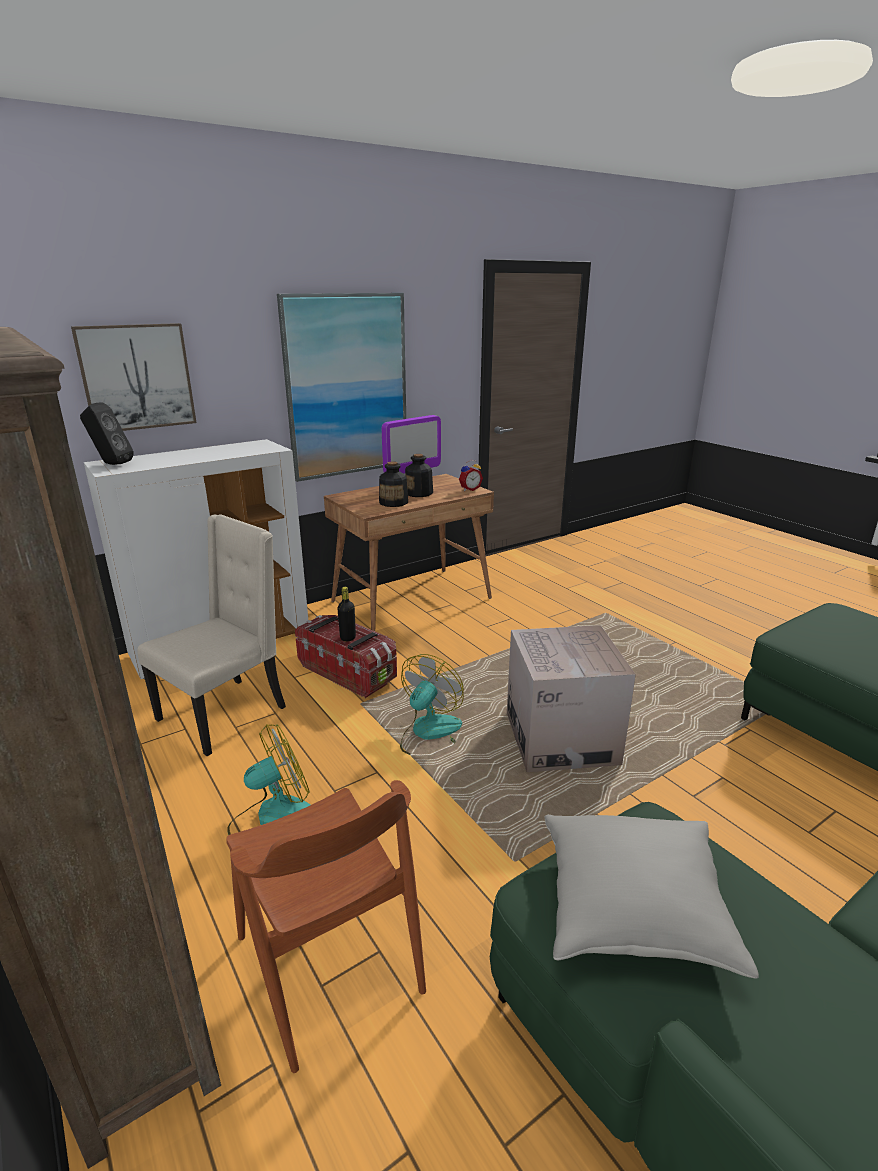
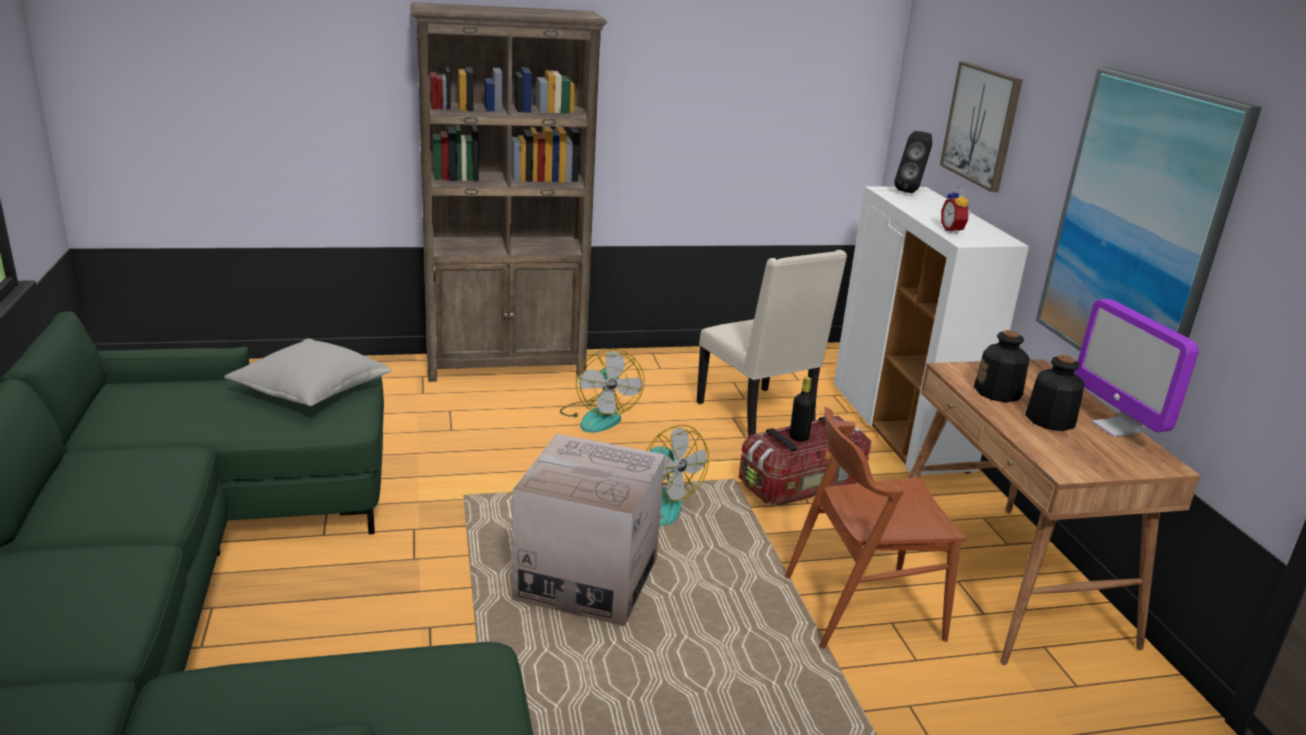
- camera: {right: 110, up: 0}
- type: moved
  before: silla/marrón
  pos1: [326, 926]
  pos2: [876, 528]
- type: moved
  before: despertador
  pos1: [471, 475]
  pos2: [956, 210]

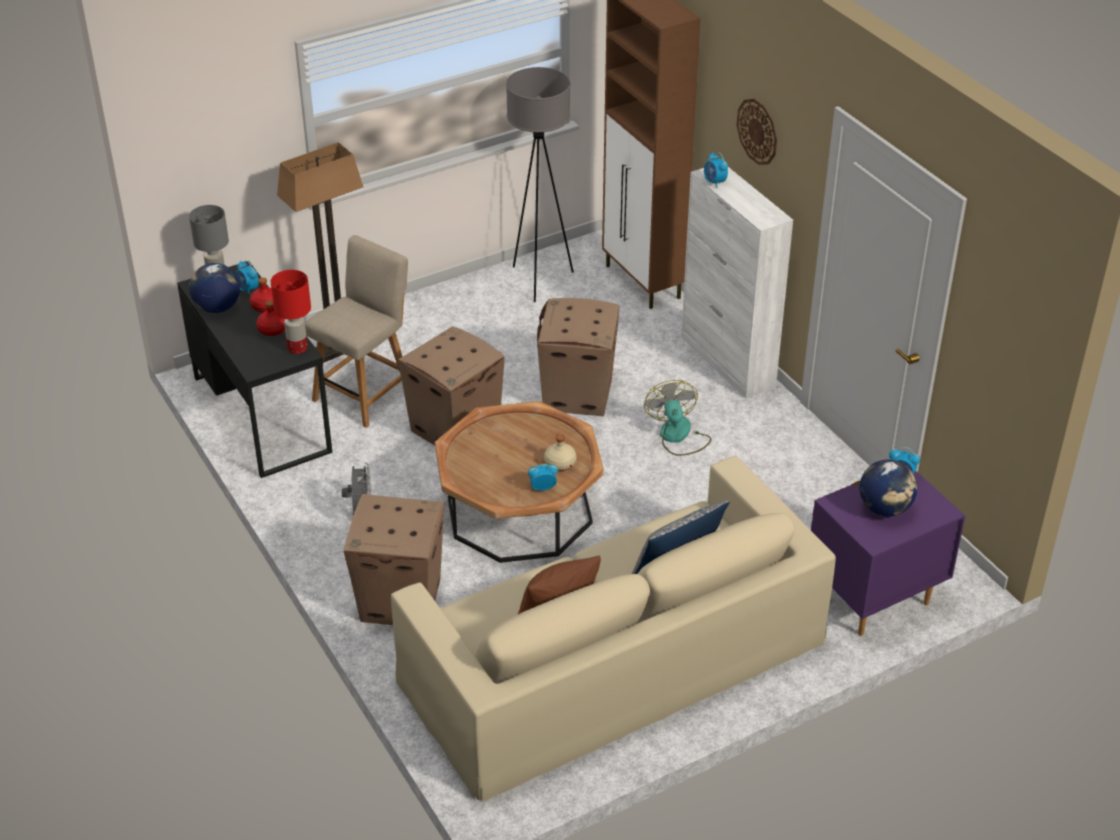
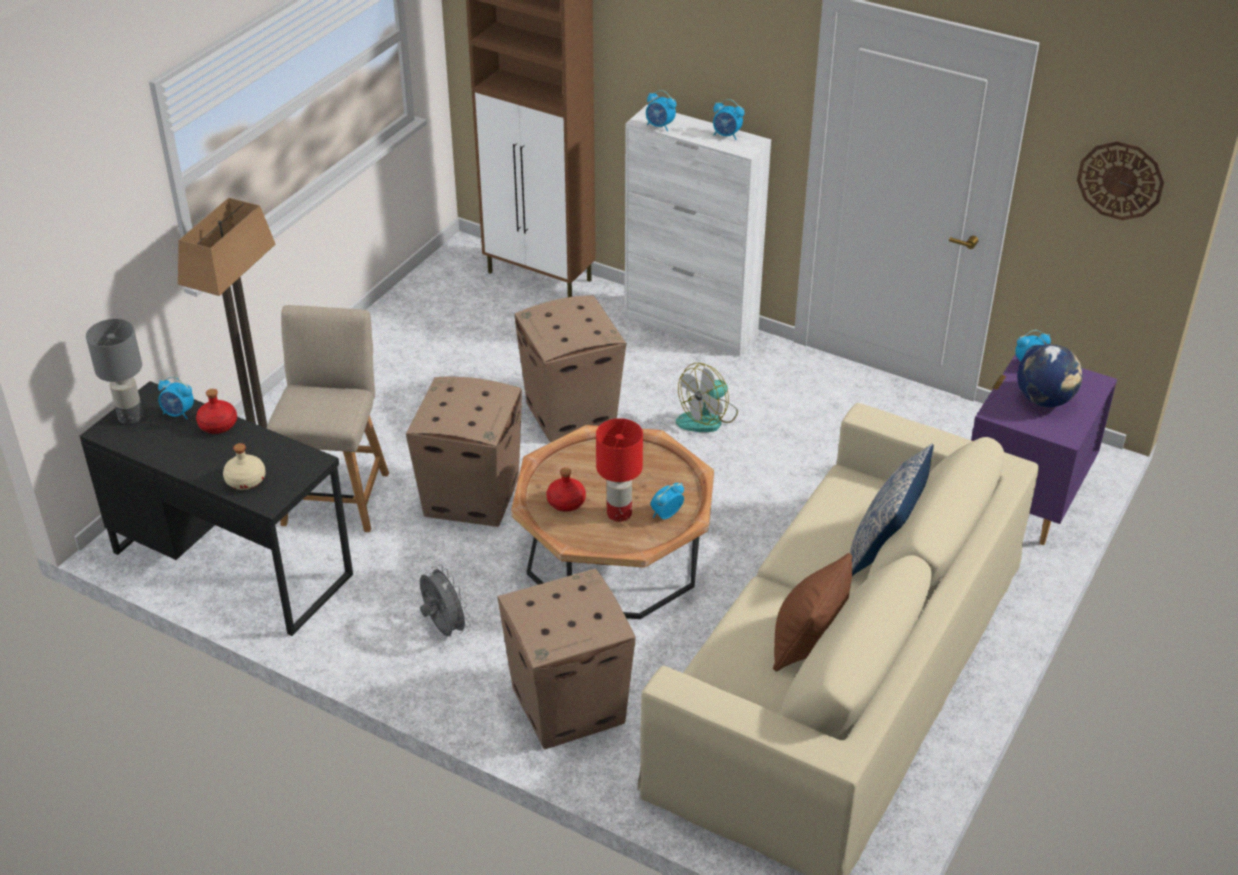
- camera: {right: -30, up: 0}
- type: moved
  before: botella/beis
  pos1: [560, 452]
  pos2: [244, 466]
- type: moved
  before: botella/rojo
  pos1: [270, 318]
  pos2: [566, 489]
- type: moved
  before: lámpara de mesa/rojo
  pos1: [291, 312]
  pos2: [619, 470]
- type: turned
  before: ventilador
  pos1: [677, 418]
  pos2: [707, 397]
  turn: -90
- type: added
  after: despertador
  pos2: [728, 119]
- type: moved
  before: reloj de pared
  pos1: [757, 132]
  pos2: [1120, 180]
- type: removed
  before: globo terráqueo
  pos1: [214, 288]
- type: removed
  before: lámpara de pie/gris
  pos1: [540, 184]

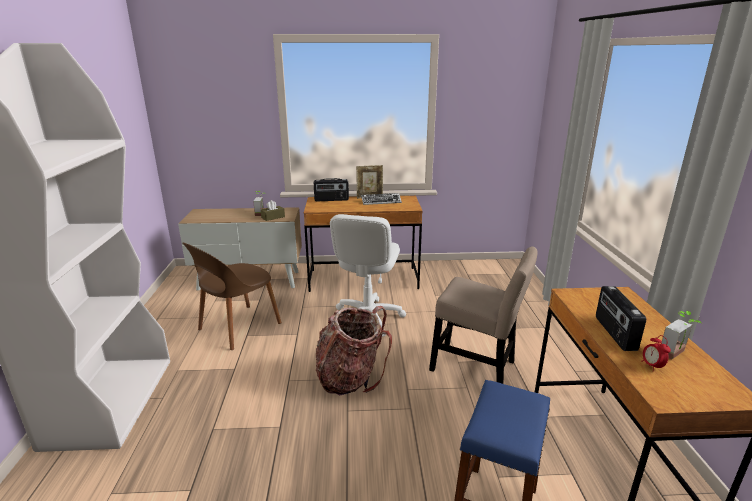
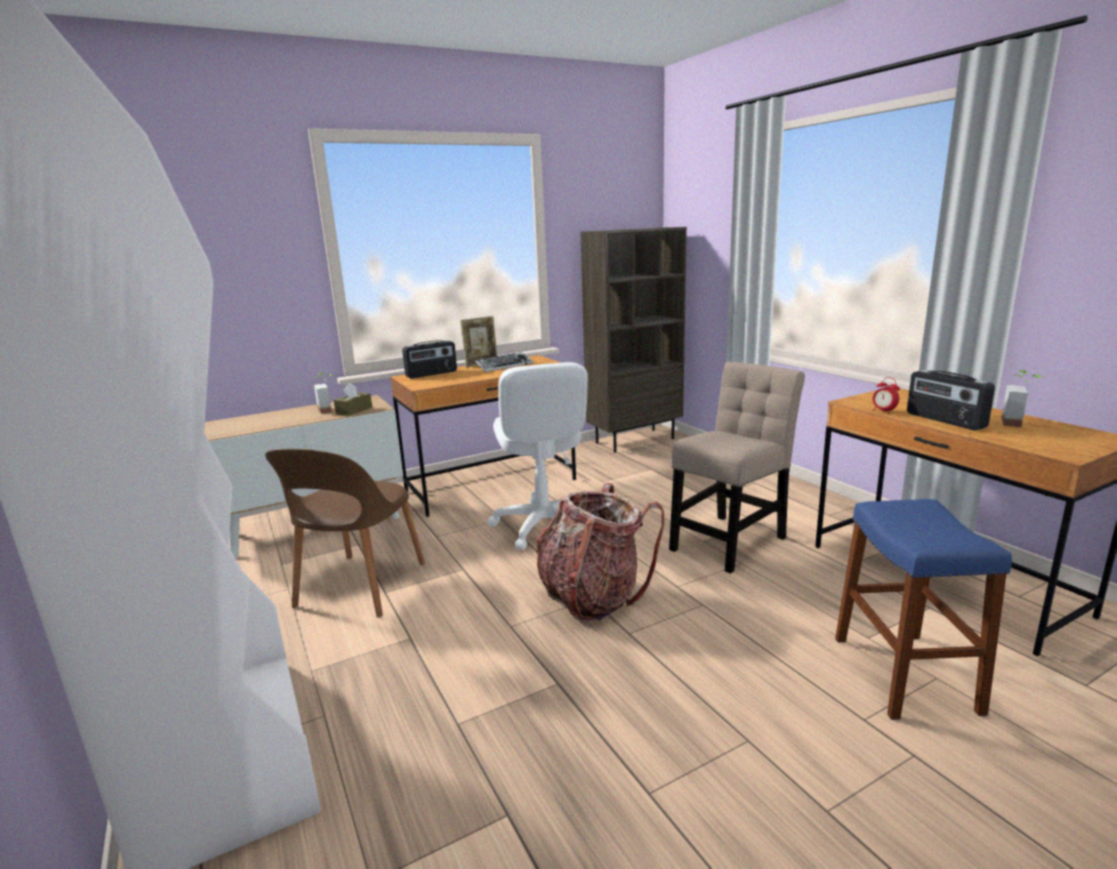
- camera: {right: -25, up: -5}
- type: added
  after: estantería/marrón
  pos2: [633, 340]
- type: turned
  before: silla/beis
  pos1: [483, 315]
  pos2: [737, 467]
  turn: -45
- type: moved
  before: despertador
  pos1: [657, 353]
  pos2: [886, 395]

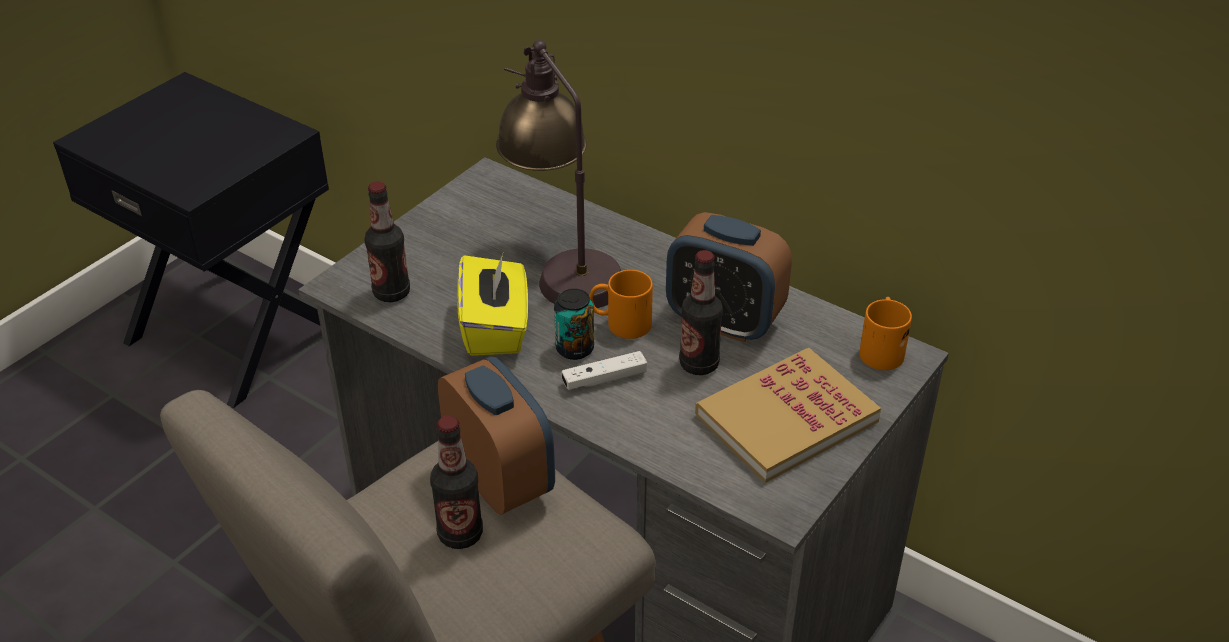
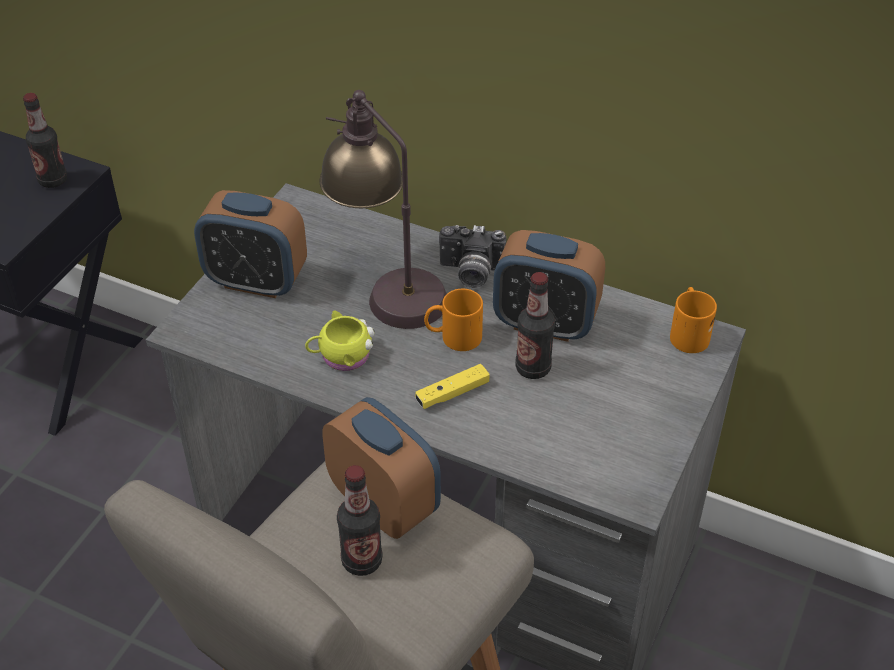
- camera: {right: -10, up: 5}
- type: moved
  before: botella
  pos1: [387, 241]
  pos2: [45, 140]
- type: added
  after: despertador
  pos2: [250, 244]
- type: replaced
  before: caja de pañuelos/amarillo
  after: taza grande/amarillo
  pos1: [492, 305]
  pos2: [340, 340]
- type: recoloured
  before: mando de consola/blanco
  after: mando de consola/amarillo
  pos1: [604, 370]
  pos2: [452, 386]
- type: added
  after: cámara
  pos2: [472, 256]
- type: removed
  before: lata
  pos1: [574, 324]
- type: removed
  before: libro
  pos1: [788, 415]

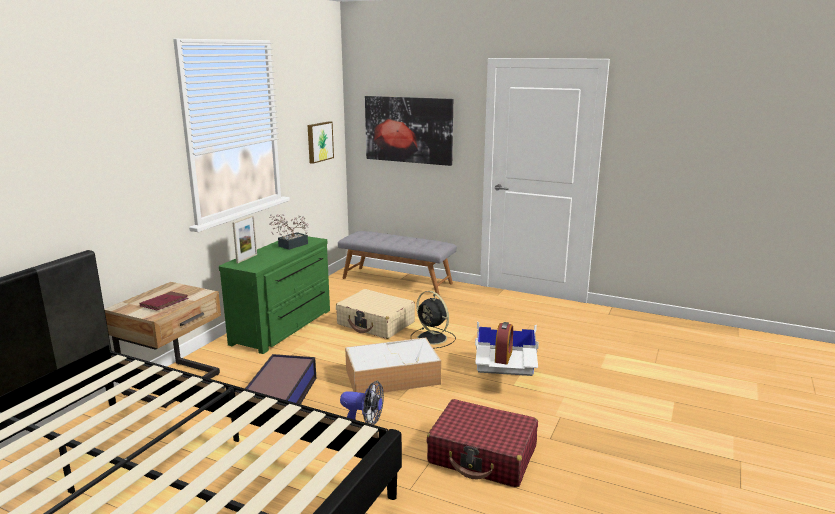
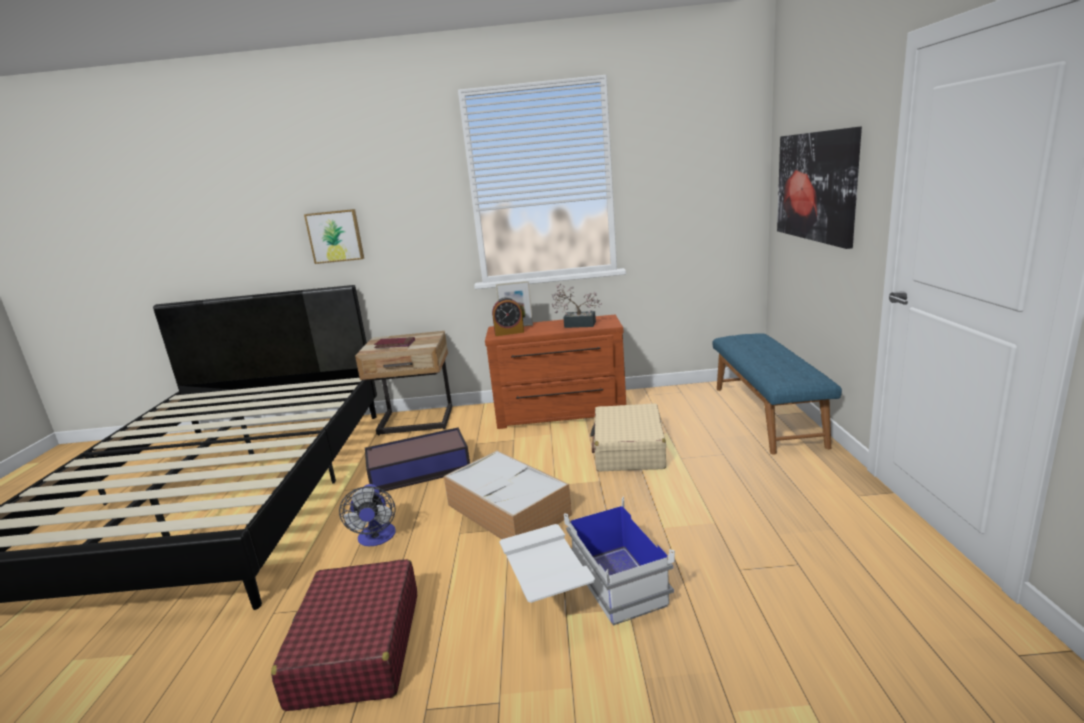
- camera: {right: 65, up: 0}
- type: moved
  before: cuadro
  pos1: [321, 142]
  pos2: [334, 236]
- type: recoloured
  before: cómoda/verde
  after: cómoda/marrón
  pos1: [274, 295]
  pos2: [555, 371]
- type: moved
  before: despertador
  pos1: [504, 343]
  pos2: [508, 316]
- type: recoloured
  before: banco/gris
  after: banco/azul
  pos1: [397, 263]
  pos2: [777, 394]
- type: removed
  before: ventilador/negro
  pos1: [433, 319]

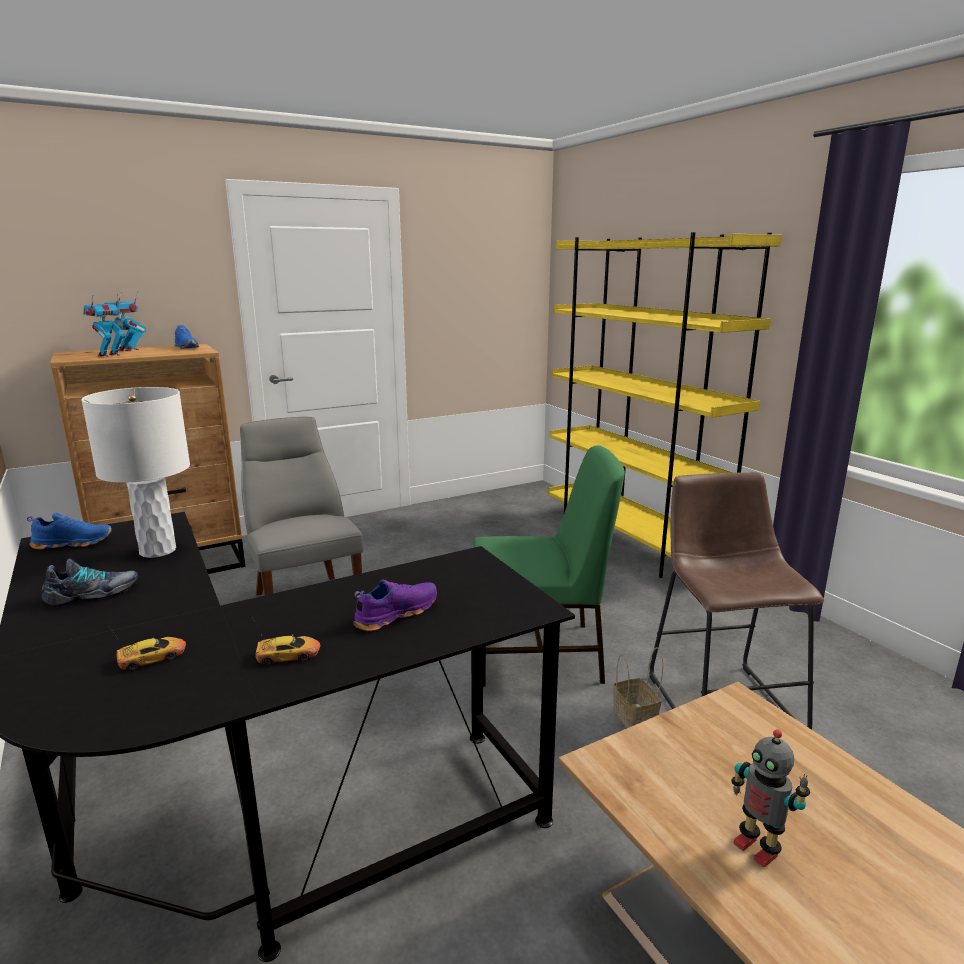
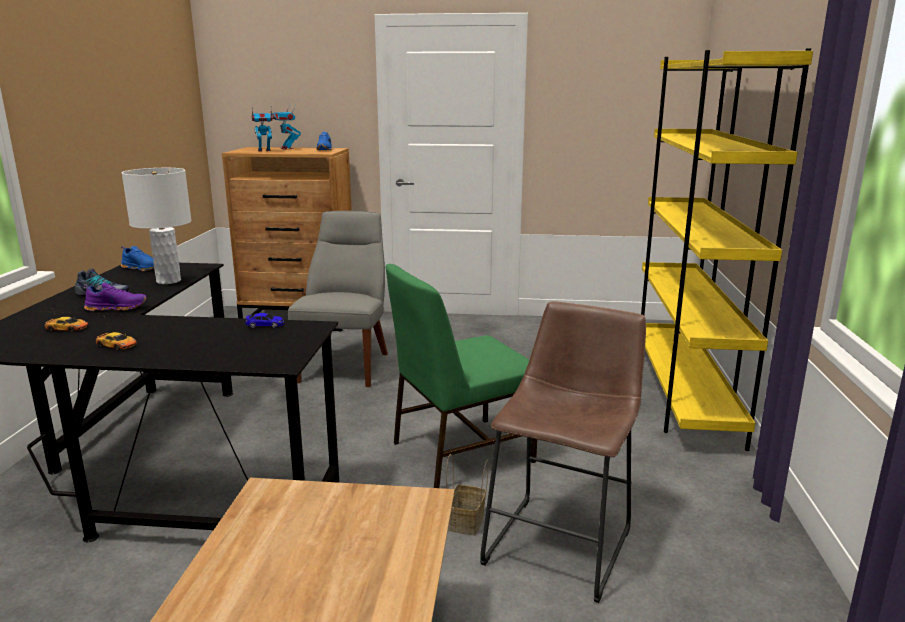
- camera: {right: 35, up: 0}
- type: moved
  before: zapato/morado
  pos1: [395, 605]
  pos2: [115, 296]
- type: added
  after: coche de juguete
  pos2: [264, 320]
- type: turned
  before: silla/verde
  pos1: [549, 566]
  pos2: [461, 376]
  turn: 120
- type: removed
  before: robot de juguete
  pos1: [770, 798]

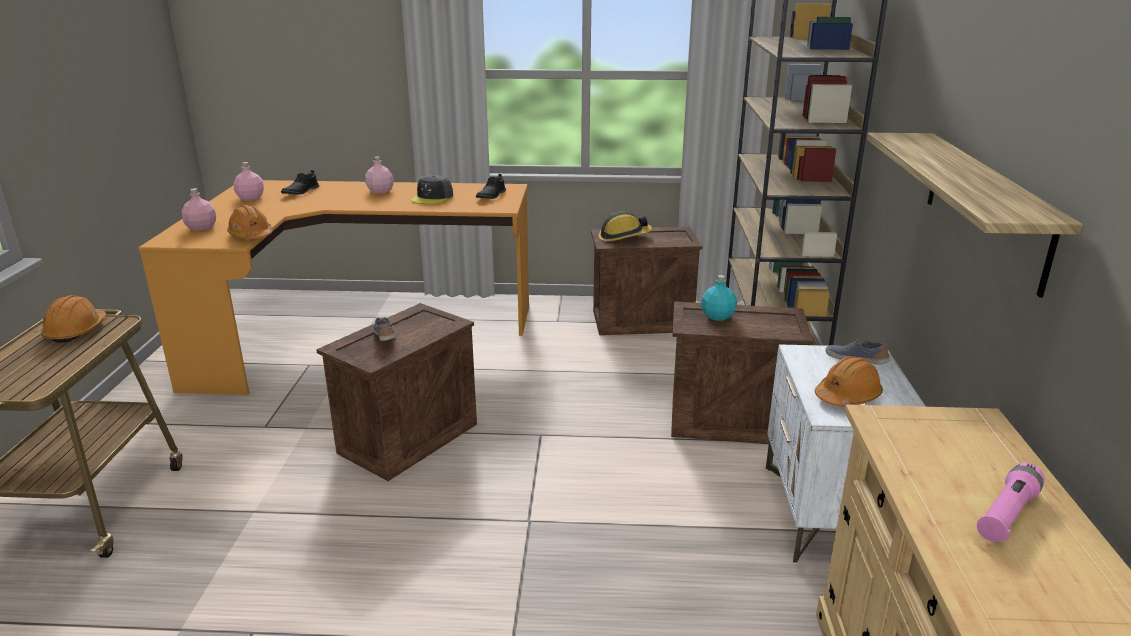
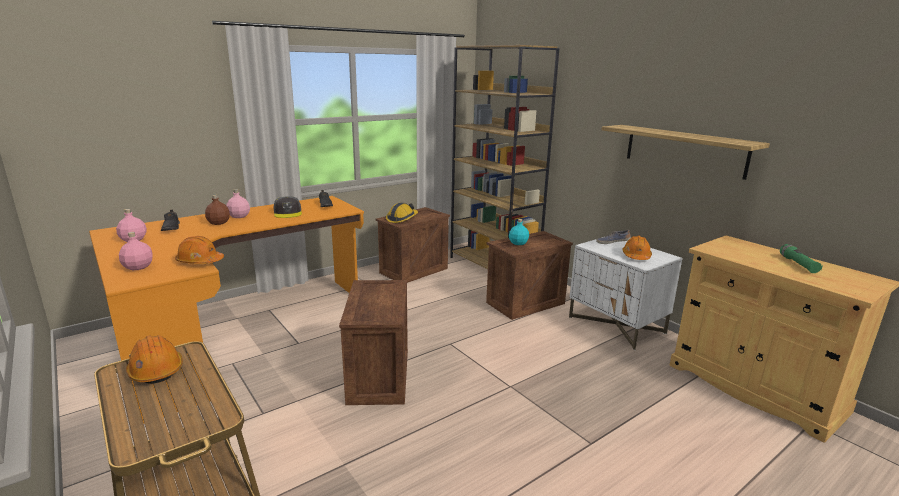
- camera: {right: -40, up: -5}
- type: added
  after: botella/marrón
  pos2: [217, 210]
- type: recoloured
  before: linterna/rosa
  after: linterna/verde
  pos1: [1011, 502]
  pos2: [801, 258]
- type: removed
  before: zapato
  pos1: [384, 329]

